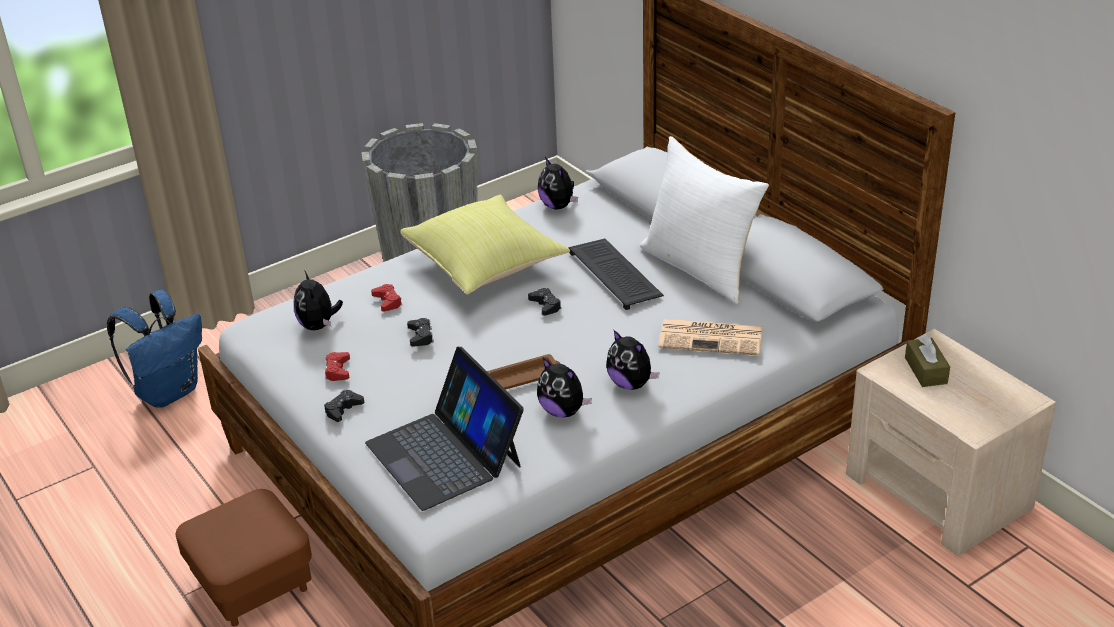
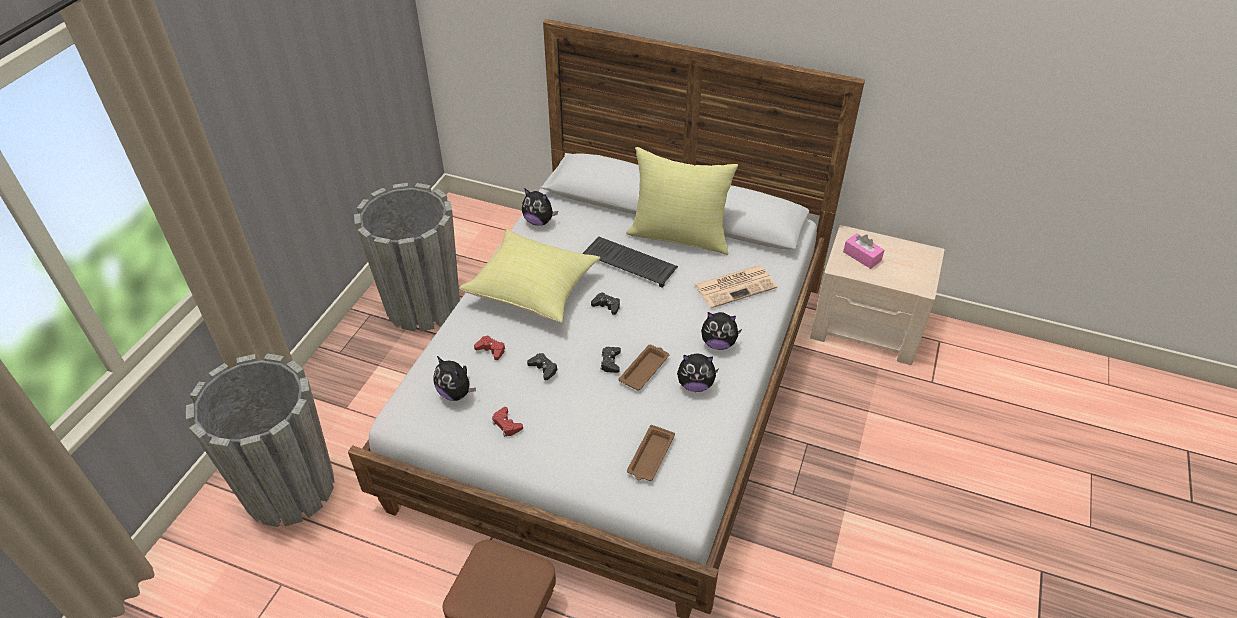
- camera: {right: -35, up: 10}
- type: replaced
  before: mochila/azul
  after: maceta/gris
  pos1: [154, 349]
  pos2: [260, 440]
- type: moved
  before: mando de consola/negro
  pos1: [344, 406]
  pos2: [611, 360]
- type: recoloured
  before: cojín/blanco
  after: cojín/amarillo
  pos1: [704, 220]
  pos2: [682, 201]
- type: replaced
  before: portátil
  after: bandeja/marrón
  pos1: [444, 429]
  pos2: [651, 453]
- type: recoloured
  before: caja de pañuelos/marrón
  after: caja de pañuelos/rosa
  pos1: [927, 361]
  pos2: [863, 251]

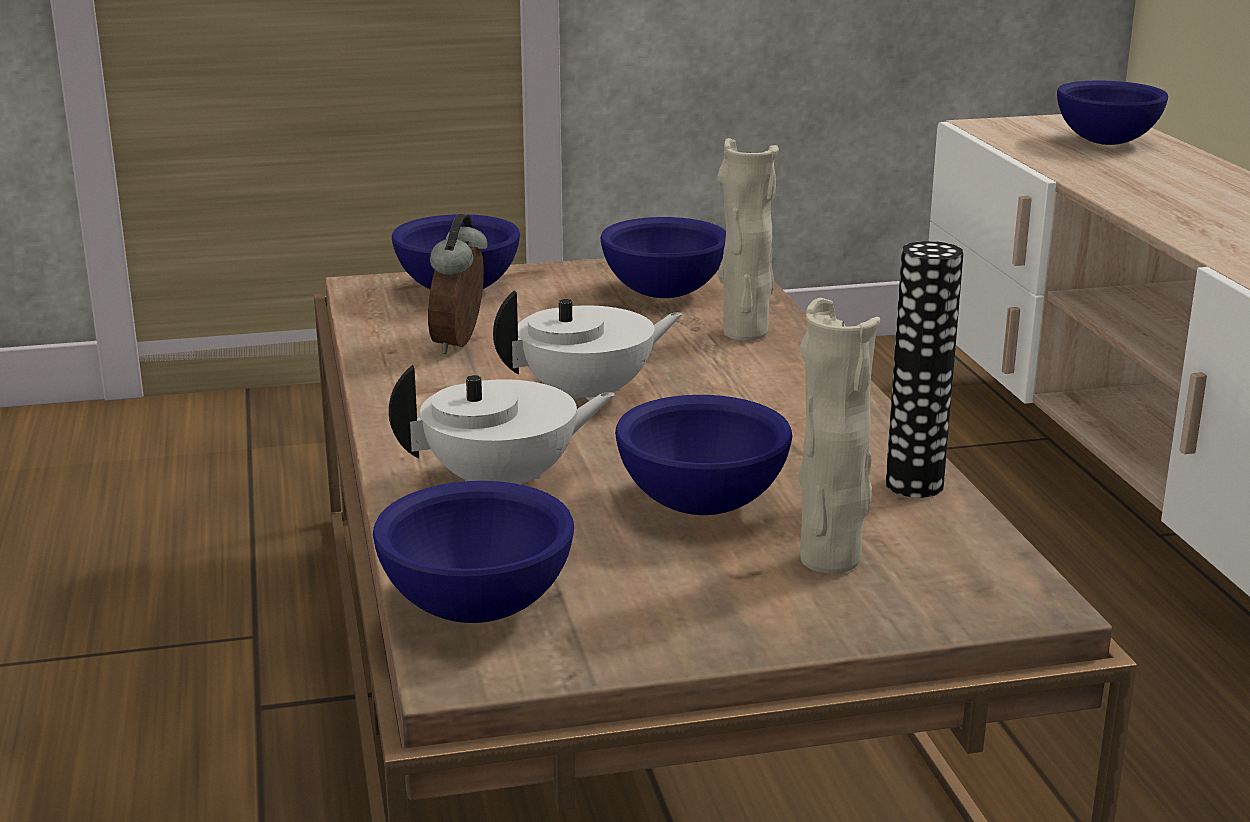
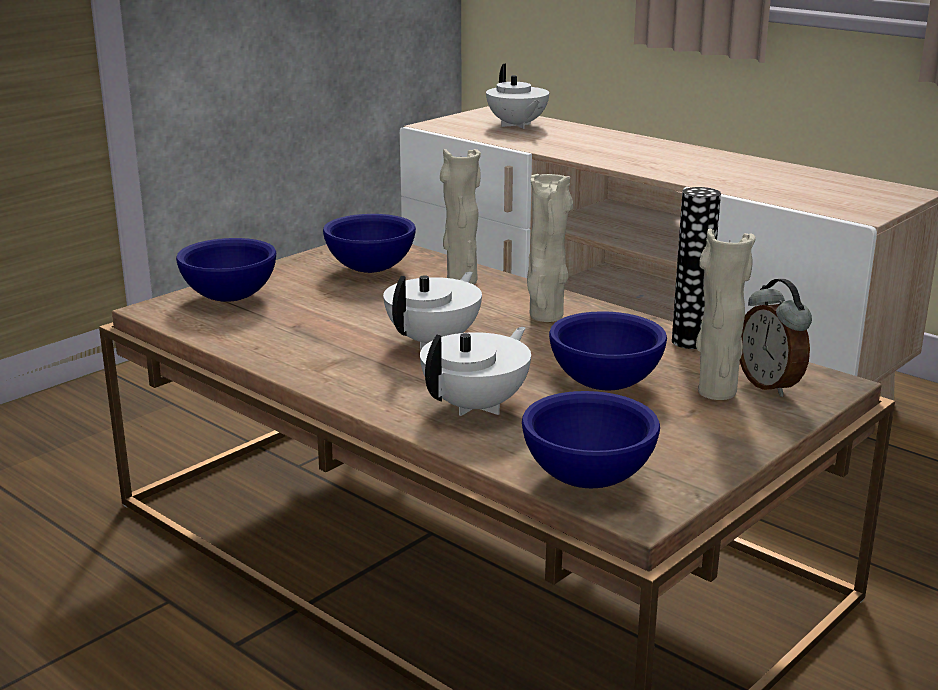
- camera: {right: -35, up: 0}
- type: replaced
  before: cuenco/azul
  after: tetera/blanco
  pos1: [1112, 113]
  pos2: [517, 96]
- type: added
  after: florero/beis
  pos2: [550, 248]
- type: moved
  before: despertador
  pos1: [457, 284]
  pos2: [776, 338]

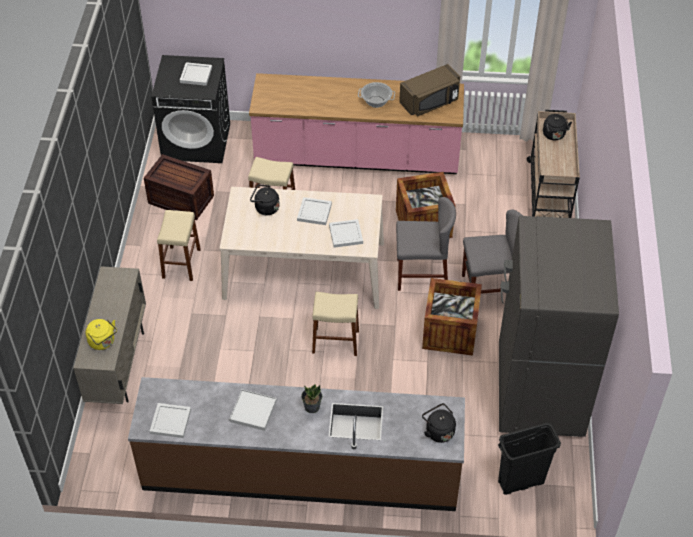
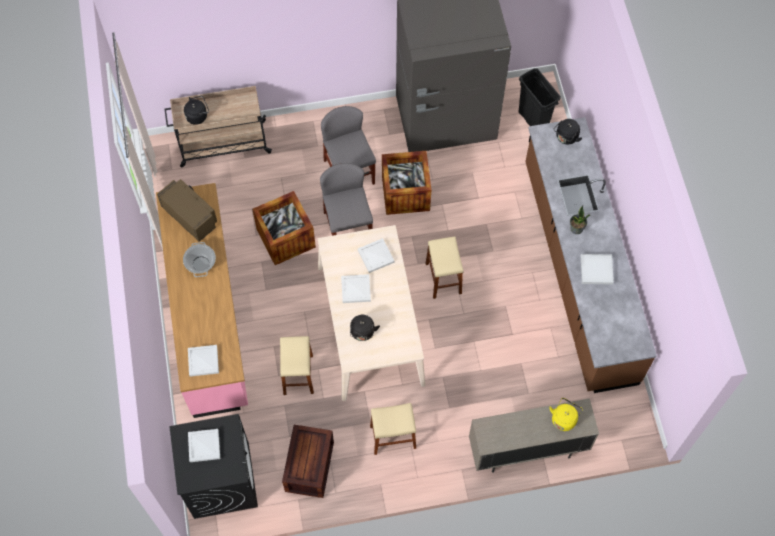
- camera: {right: -105, up: 15}
- type: moved
  before: bandeja/blanco
  pos1: [170, 420]
  pos2: [203, 361]

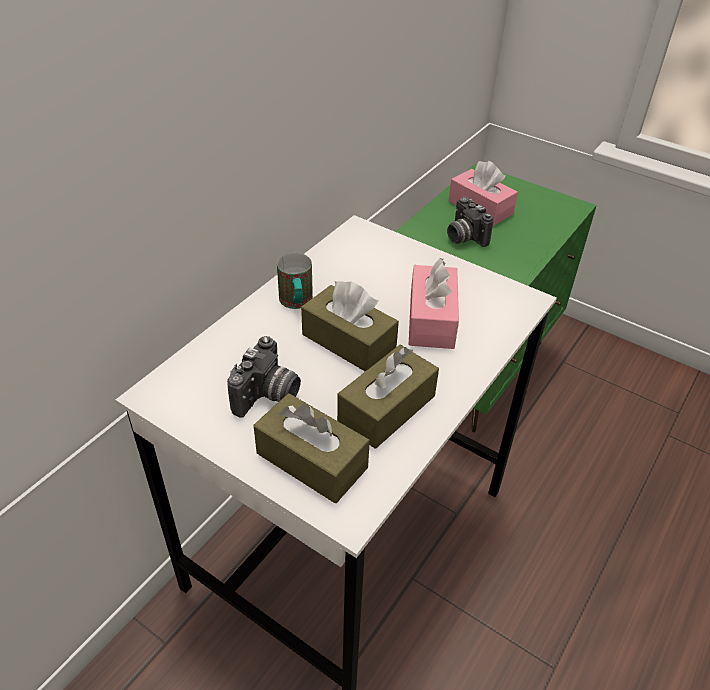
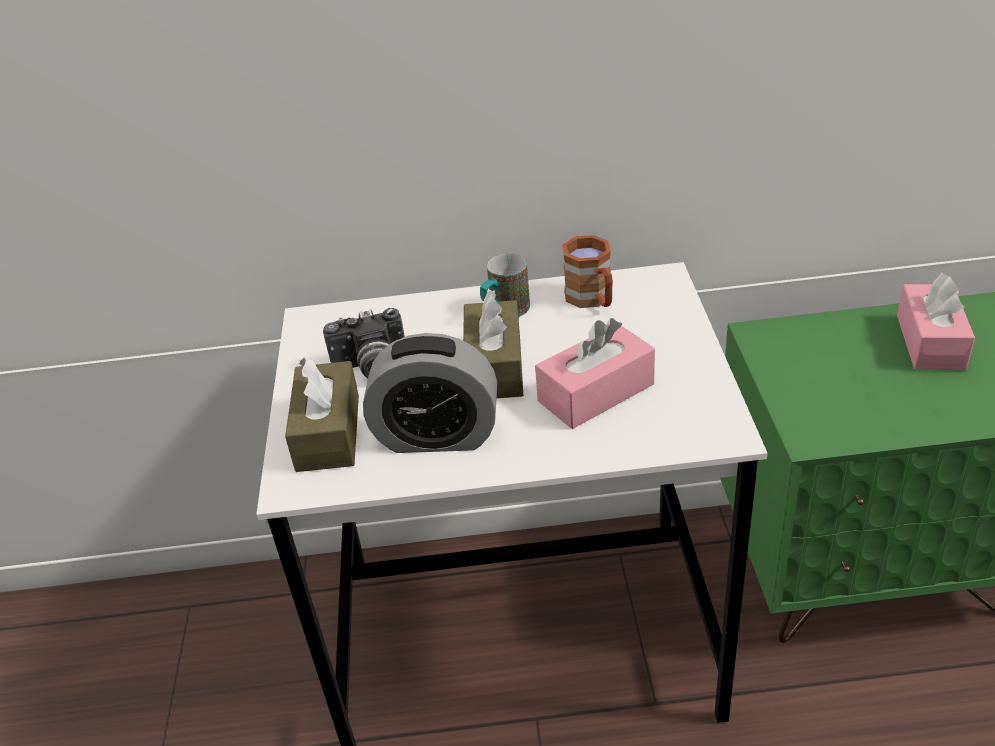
- camera: {right: 55, up: -5}
- type: replaced
  before: caja de pañuelos/marrón
  after: despertador
  pos1: [388, 397]
  pos2: [430, 393]
- type: added
  after: taza grande/marrón
  pos2: [587, 271]
- type: removed
  before: cámara
  pos1: [470, 222]

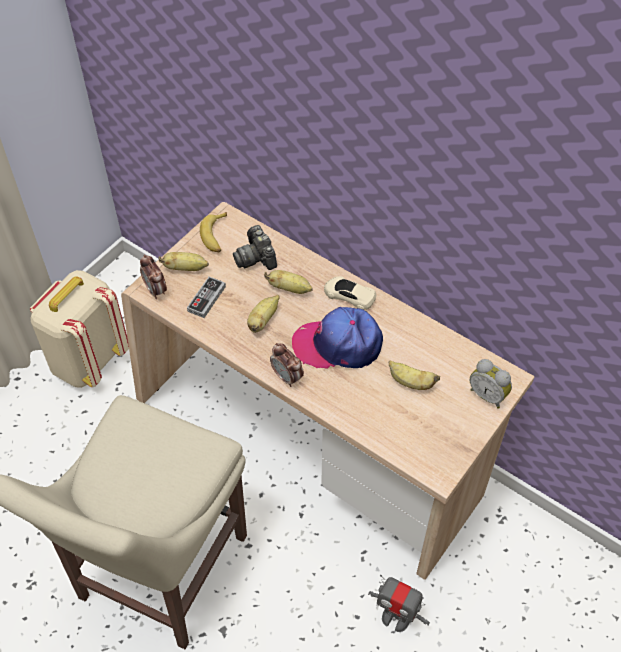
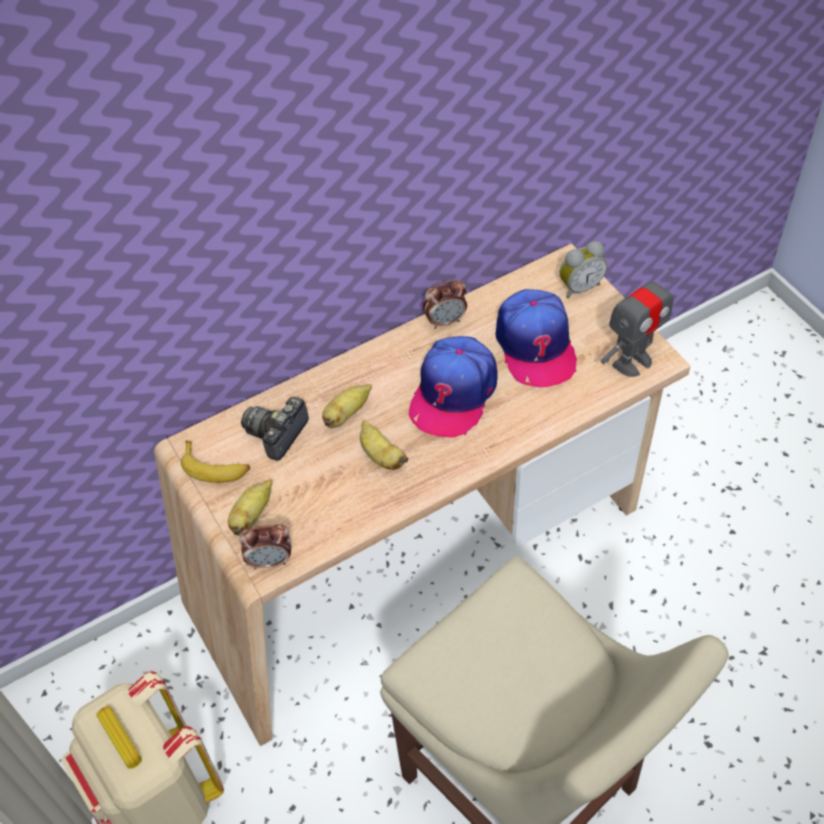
- camera: {right: -65, up: 0}
- type: turned
  before: cámara
  pos1: [255, 247]
  pos2: [275, 429]
  turn: 120
- type: moved
  before: despertador
  pos1: [287, 365]
  pos2: [445, 304]
- type: replaced
  before: plátano
  after: gorra
  pos1: [414, 375]
  pos2: [536, 338]
- type: moved
  before: robot de juguete
  pos1: [399, 603]
  pos2: [637, 322]
- type: removed
  before: mando de consola
  pos1: [206, 297]
- type: removed
  before: coche de juguete/beis
  pos1: [350, 293]

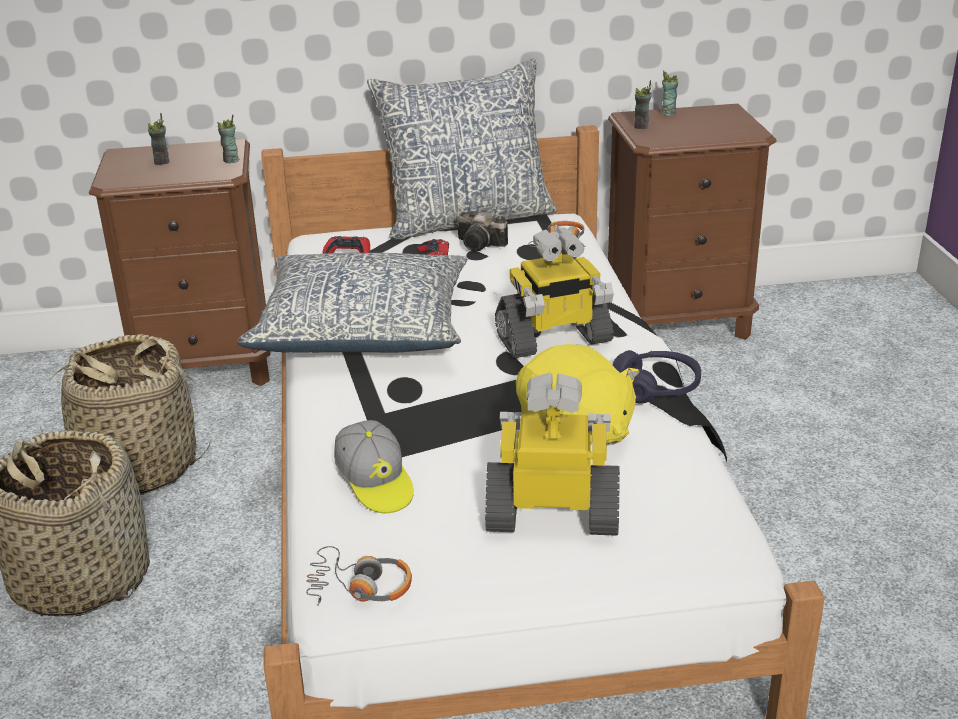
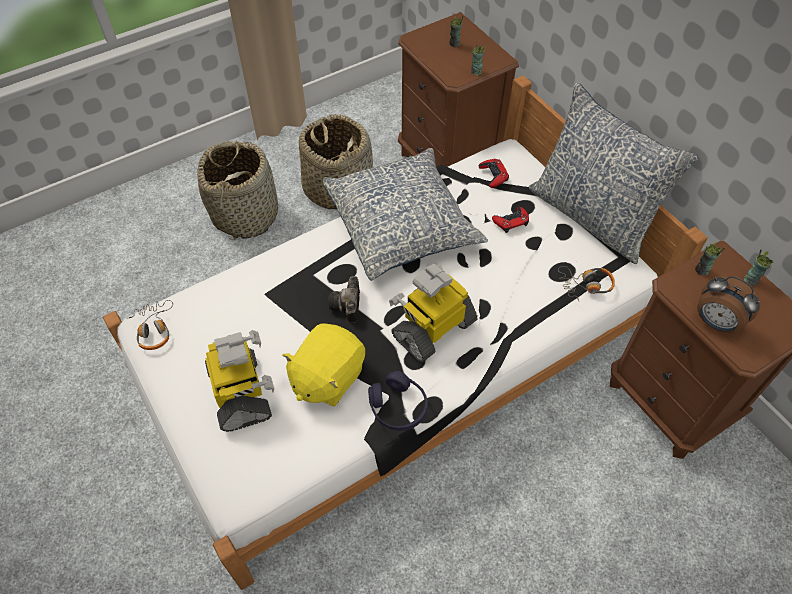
- camera: {right: 65, up: 25}
- type: moved
  before: cámara
  pos1: [482, 231]
  pos2: [344, 299]
- type: turned
  before: robot de juguete
  pos1: [554, 292]
  pos2: [433, 313]
  turn: 90
- type: added
  after: despertador
  pos2: [728, 304]
- type: removed
  before: gorra
  pos1: [374, 466]

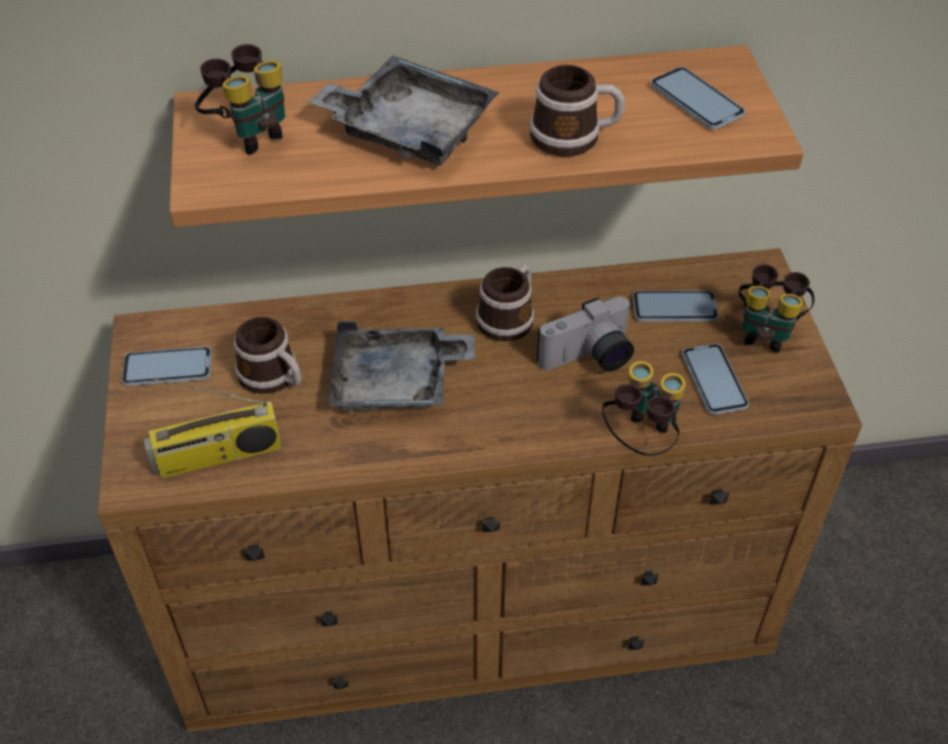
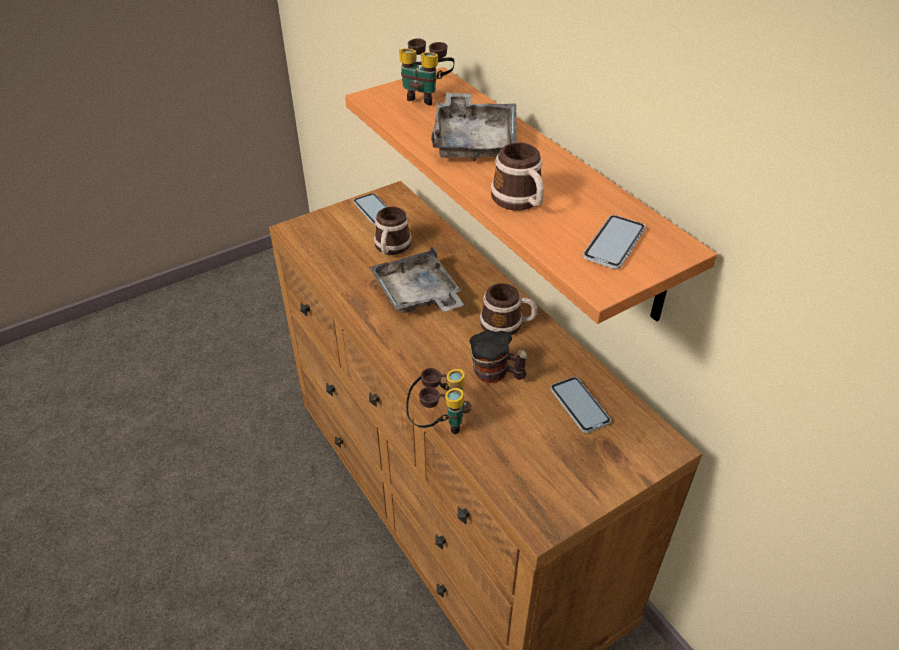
- camera: {right: 65, up: -5}
- type: replaced
  before: cámara
  after: taza grande
  pos1: [585, 334]
  pos2: [499, 356]
- type: removed
  before: radio
  pos1: [213, 428]
- type: removed
  before: móvil
  pos1: [715, 379]
- type: removed
  before: prismáticos
  pos1: [777, 308]

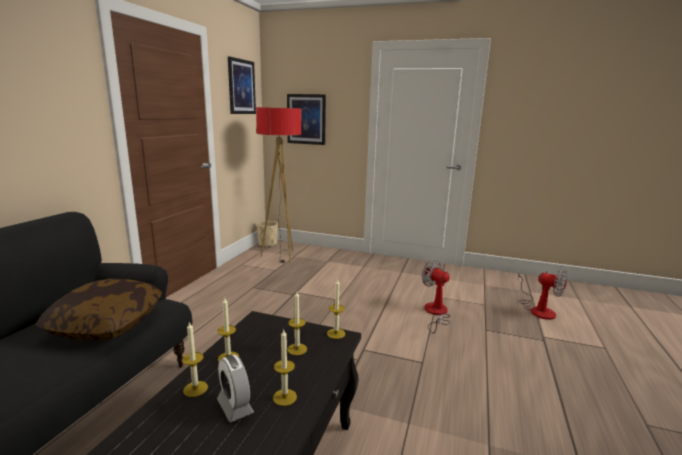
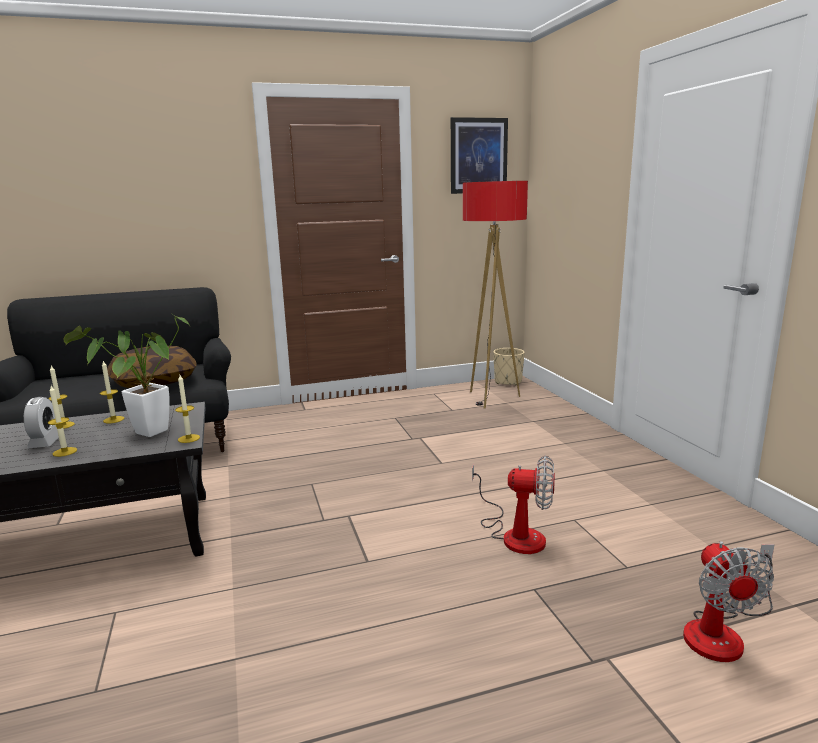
- camera: {right: 55, up: 0}
- type: turned
  before: despertador
  pos1: [235, 388]
  pos2: [41, 422]
  turn: 150
- type: replaced
  before: vela
  after: planta en maceta
  pos1: [297, 323]
  pos2: [127, 376]
- type: turned
  before: ventilador
  pos1: [436, 296]
  pos2: [513, 504]
  turn: 90
- type: removed
  before: cuadro
  pos1: [306, 119]

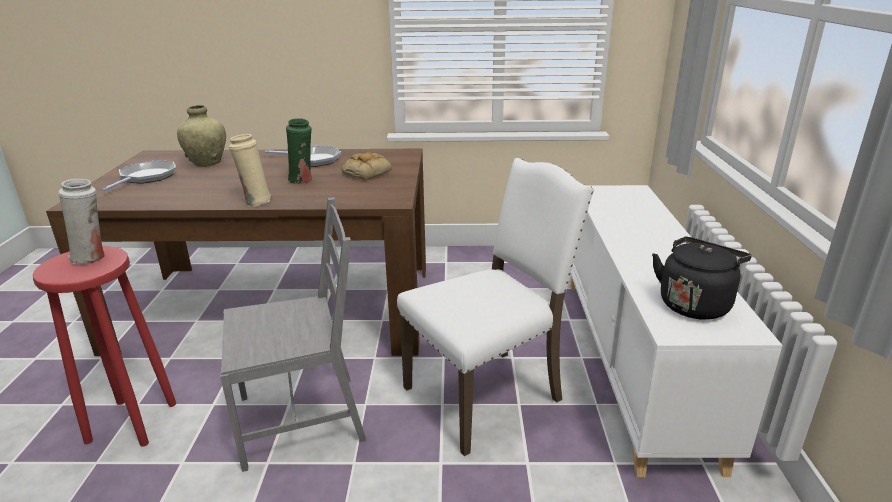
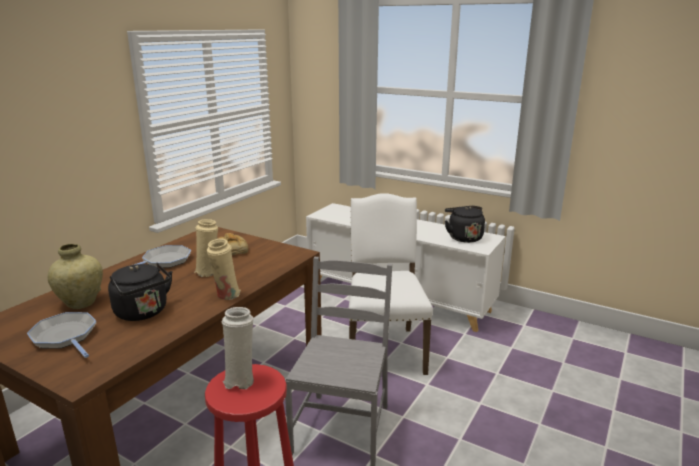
- camera: {right: -60, up: -5}
- type: added
  after: hervidor/negro
  pos2: [140, 291]
- type: recoloured
  before: florero/verde
  after: florero/beis
  pos1: [299, 151]
  pos2: [206, 248]

